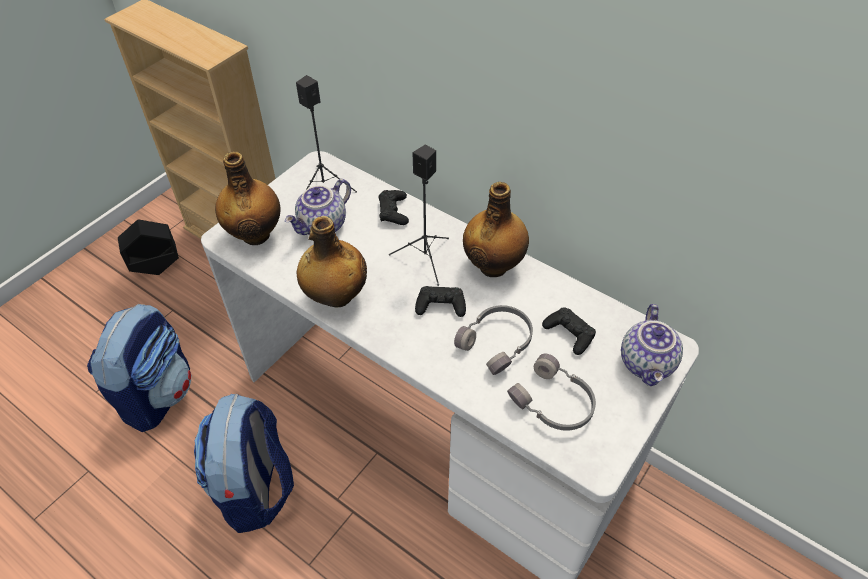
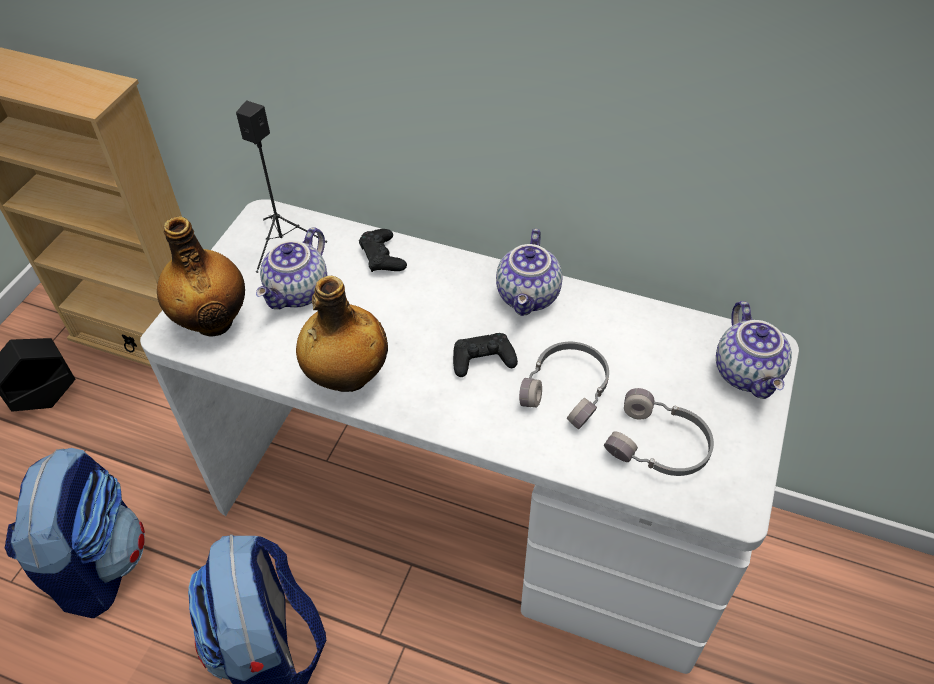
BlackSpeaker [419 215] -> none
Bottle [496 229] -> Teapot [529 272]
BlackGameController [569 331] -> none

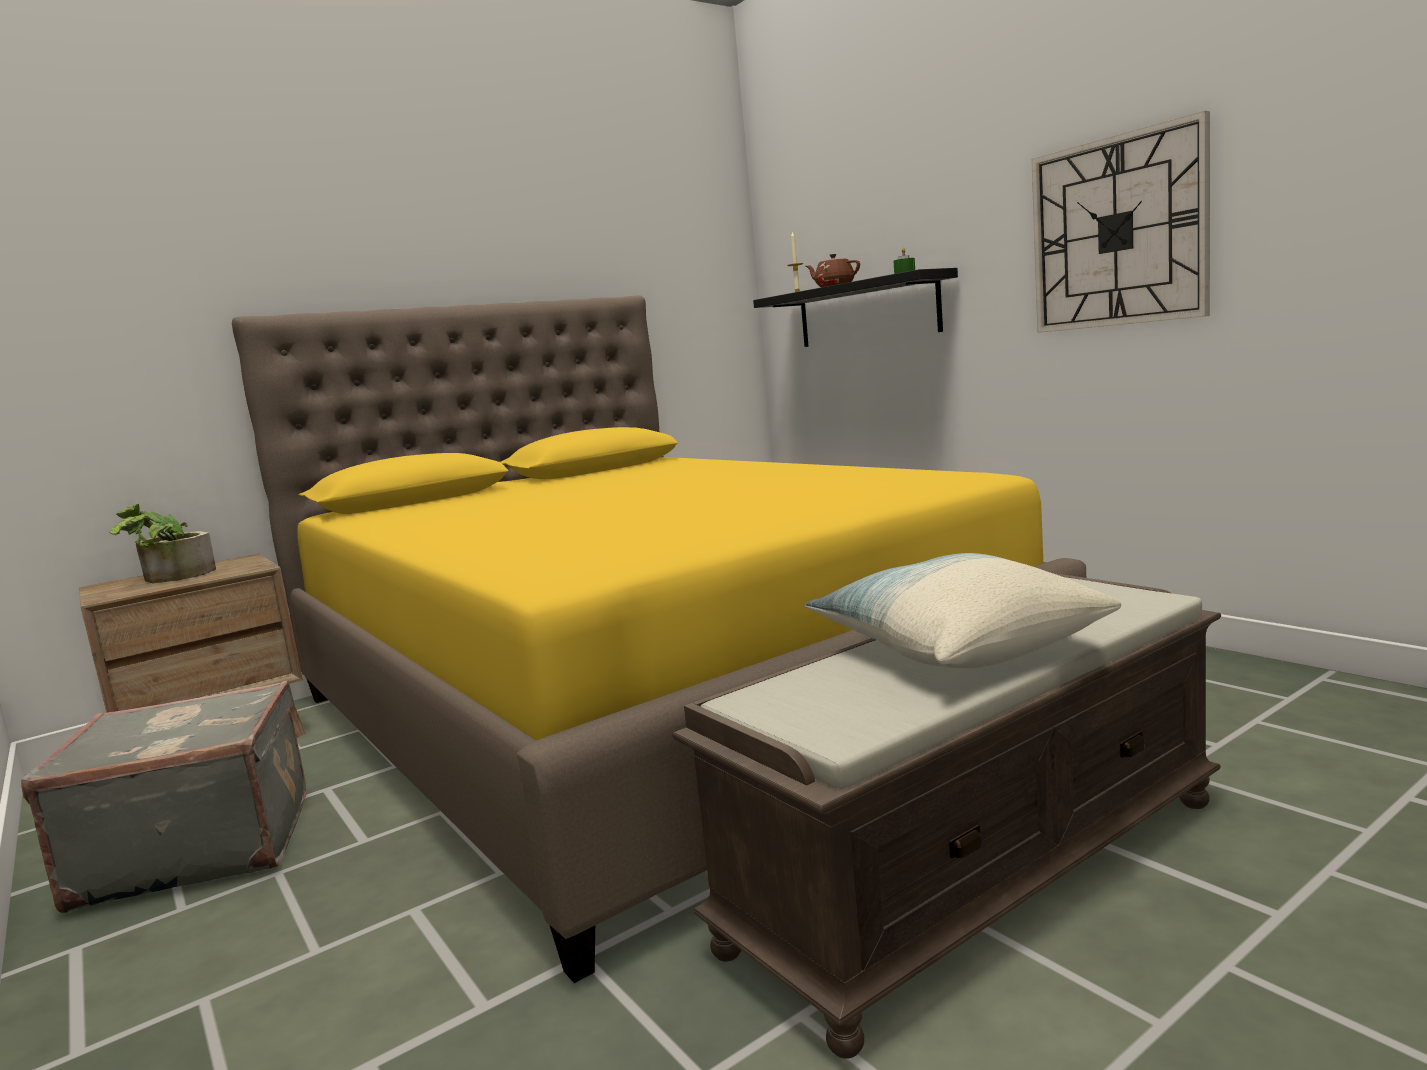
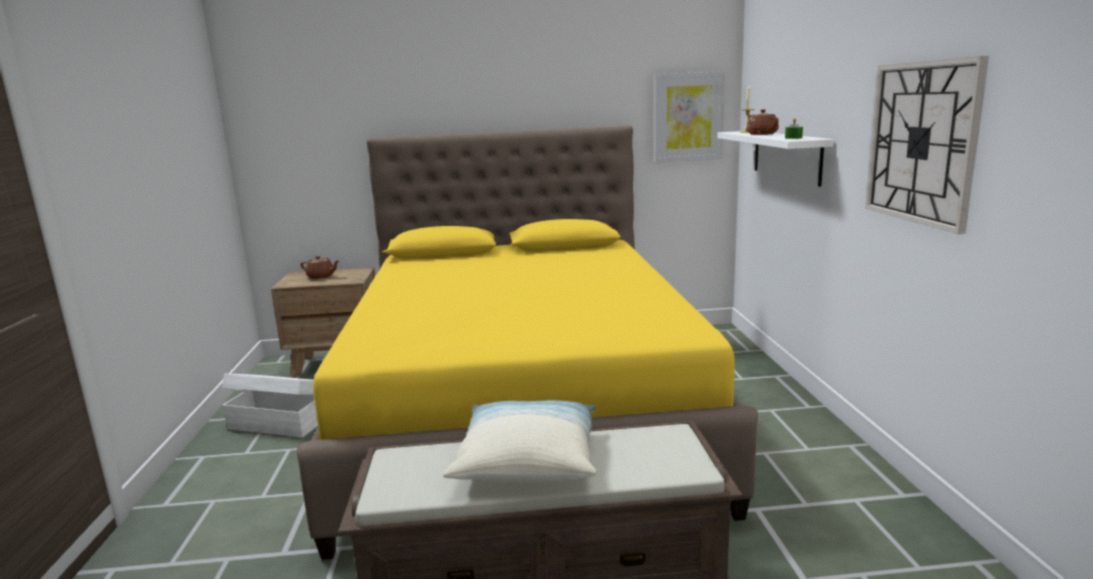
GreySuitcase [163 796] -> WhiteStorageBox [270 406]
PottedPlant [162 543] -> BrownTeapot [320 267]
BlackShelf [855 307] -> WhiteShelf [775 159]
none -> Picture [689 116]

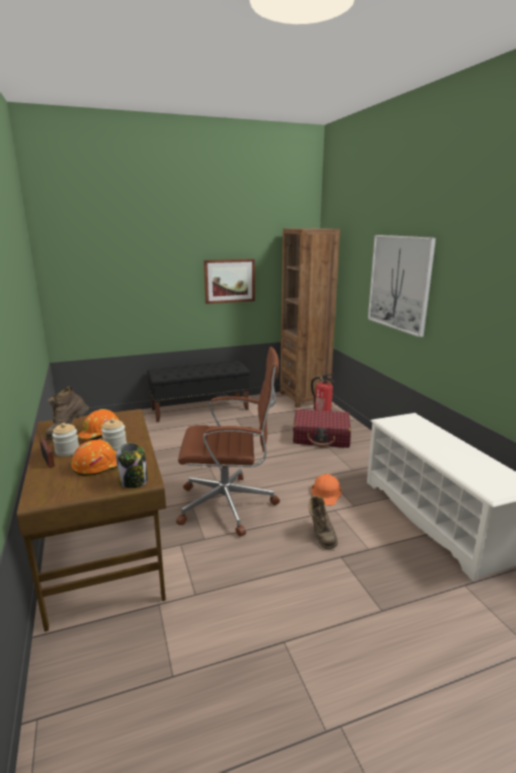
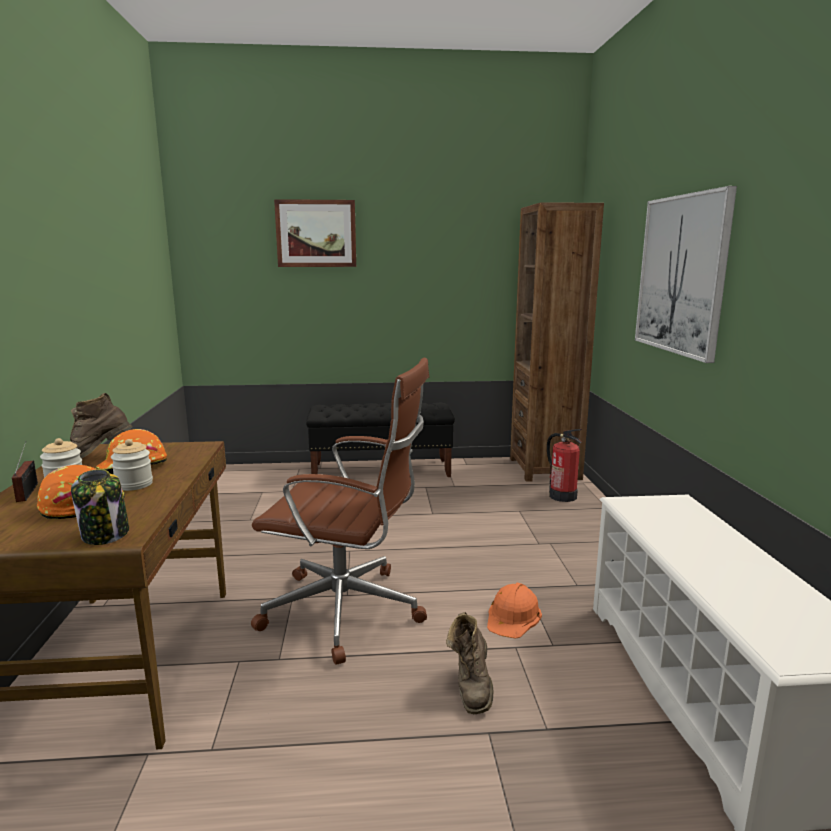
Picture [229 281] -> Picture [315 233], shifted
RedSuitcase [322 428] -> none

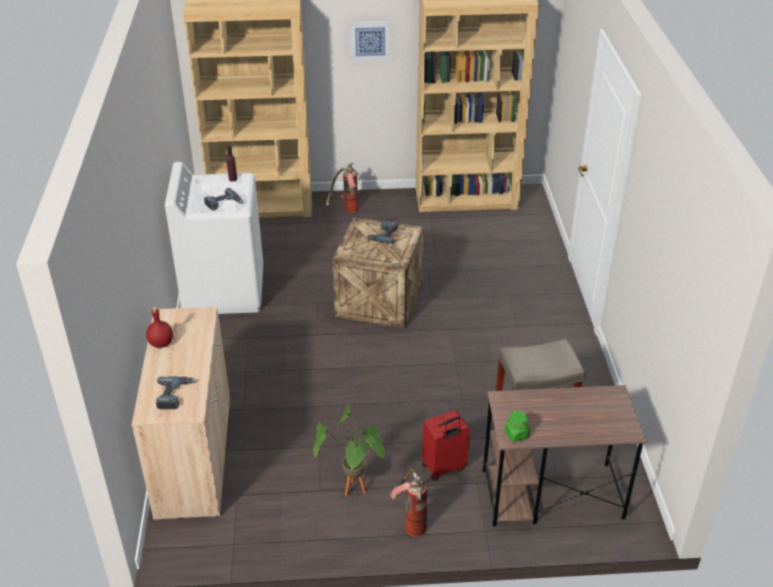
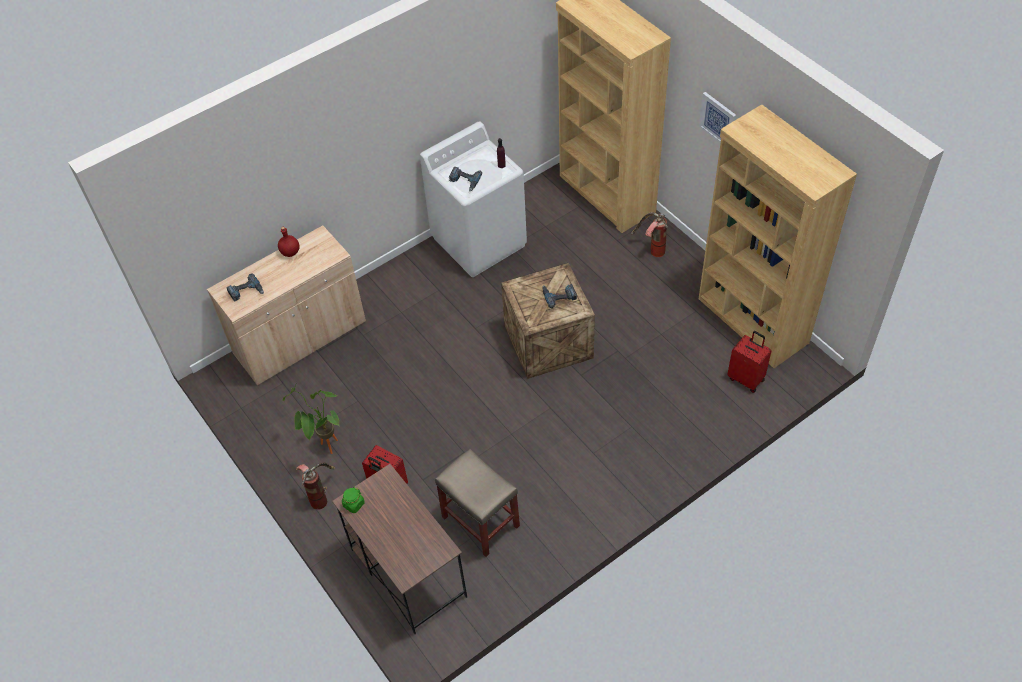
none -> RedSuitcase [749 362]

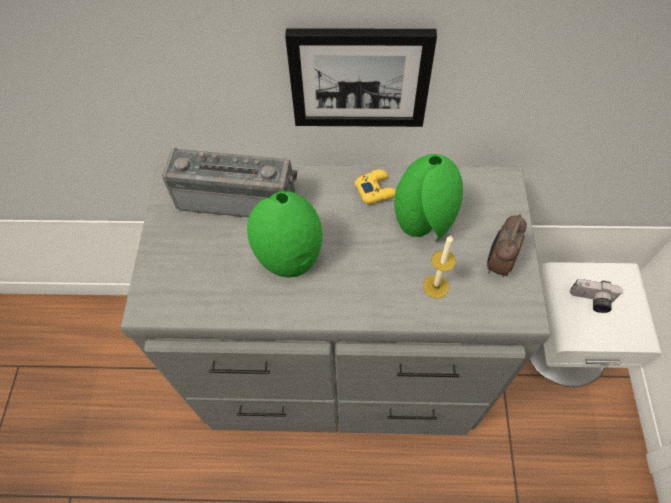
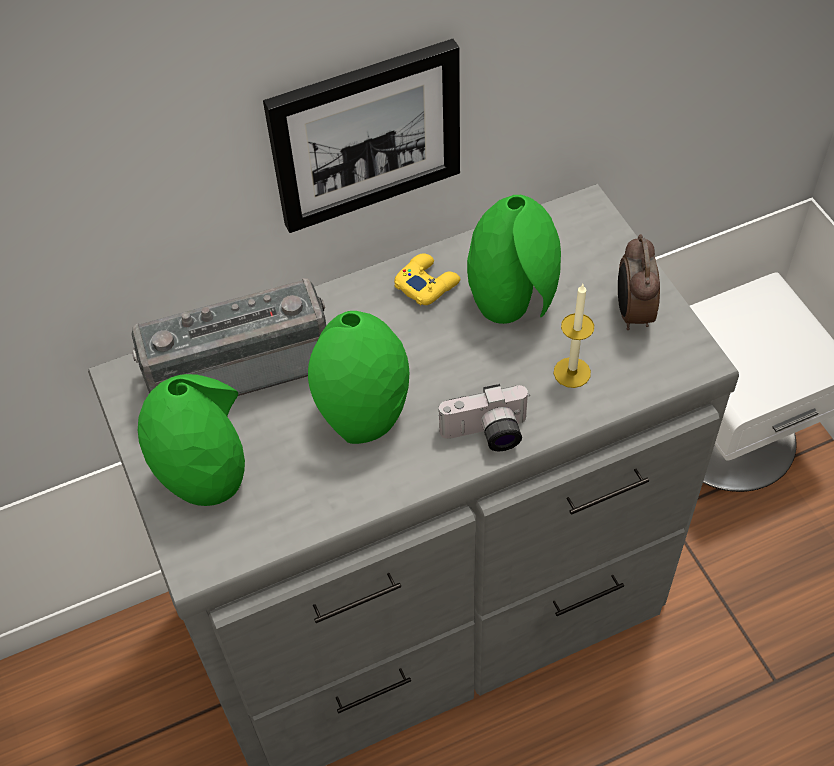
PhotoCamera [596 296] -> PhotoCamera [483 417], shifted
none -> GreenVase [191 440]

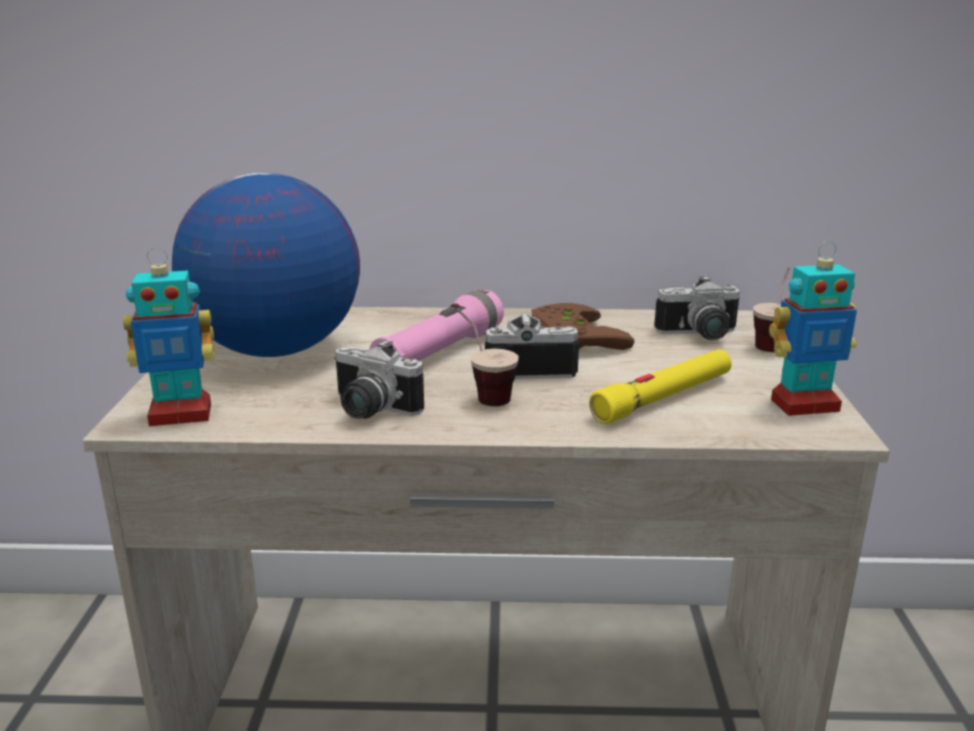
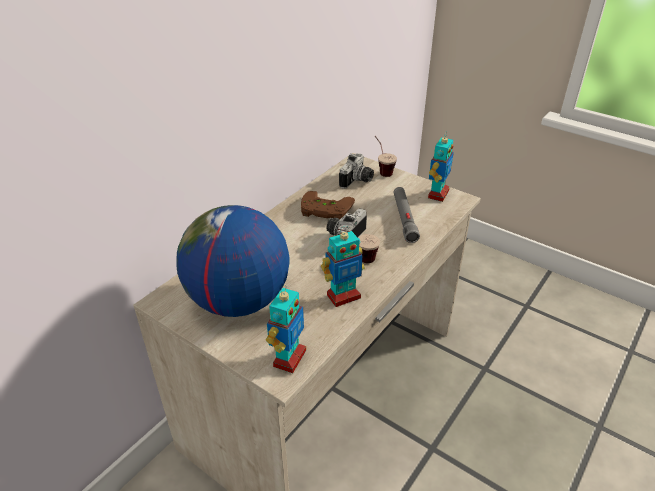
PhotoCamera [379 379] -> ToyRobot [343 266]
PinkFlashlight [437 325] -> none
YellowFlashlight [660 386] -> GreyFlashlight [407 215]

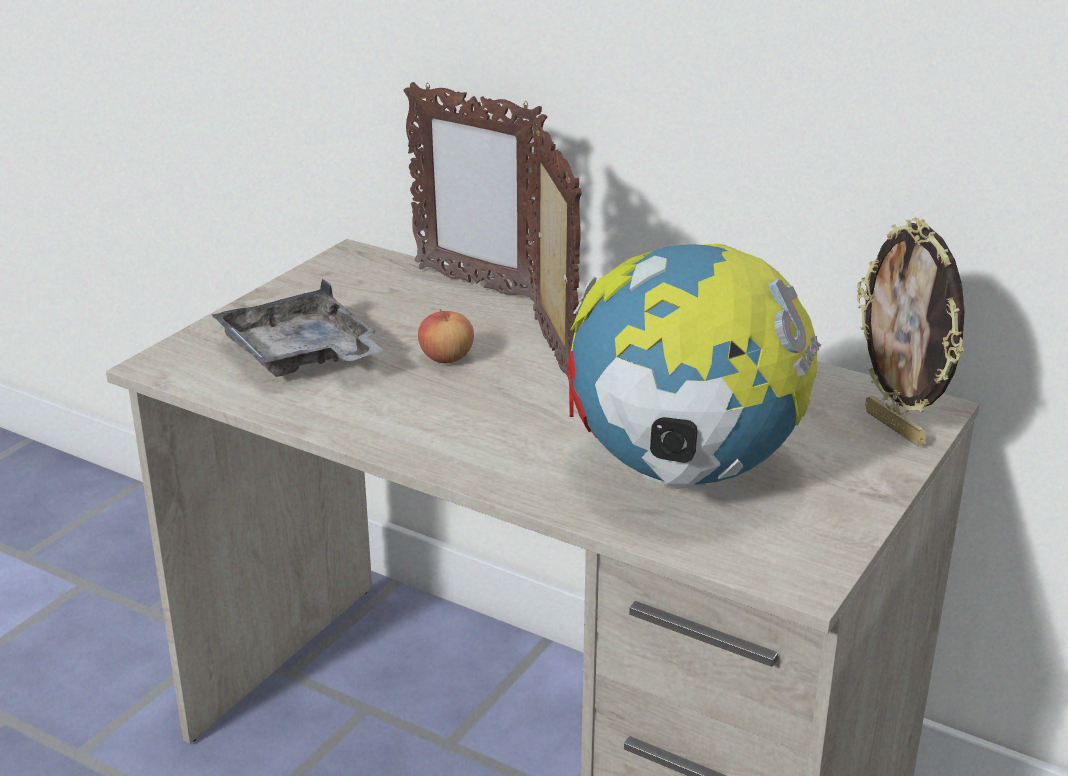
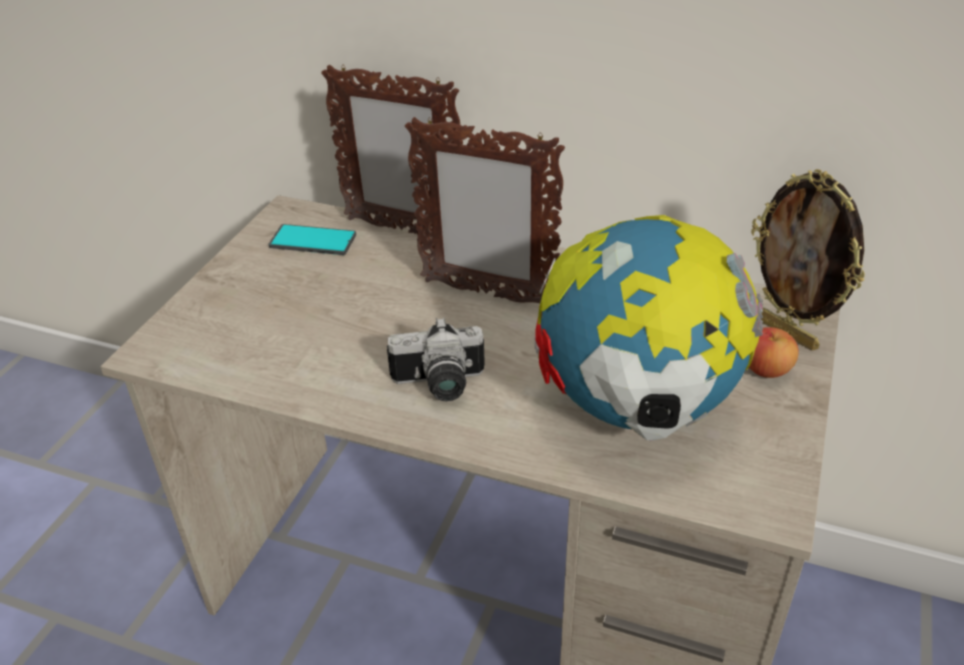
GreyTray [298 327] -> none
Apple [446 336] -> Apple [774 352], shifted
PictureFrame [557 249] -> PictureFrame [485 210], 135 degrees clockwise
none -> Phone [312 239]
none -> PhotoCamera [436 359]

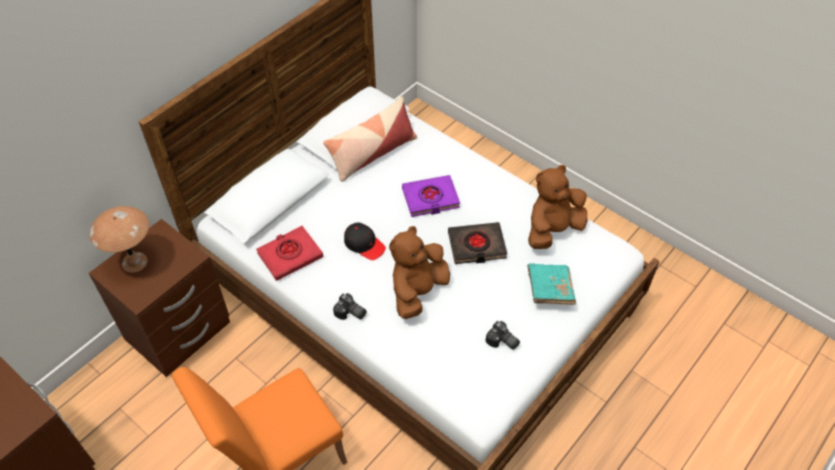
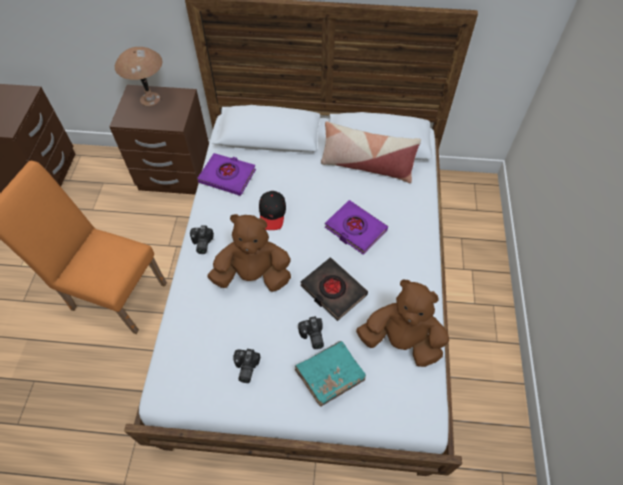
RedBook [289 253] -> PurpleBook [226 174]
none -> PhotoCamera [311 332]

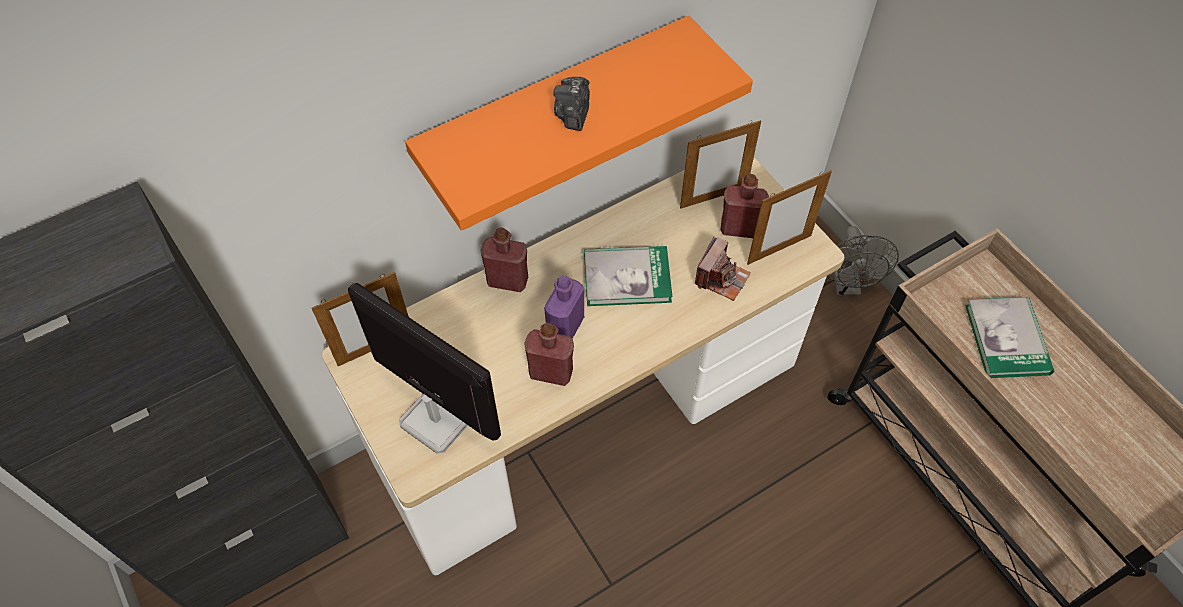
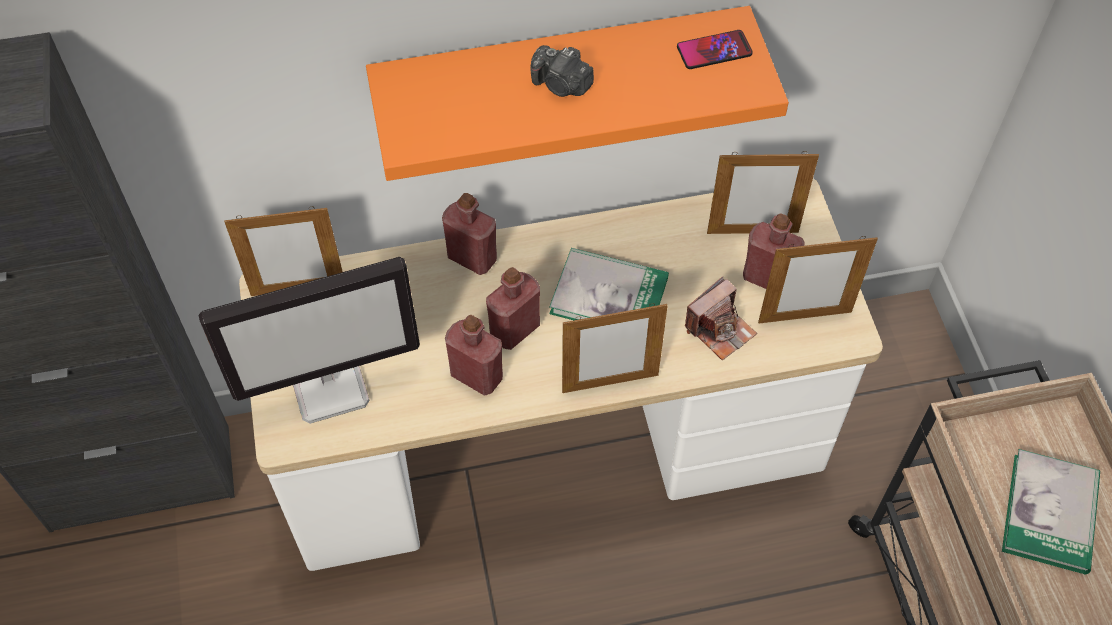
Monitor [424 368] -> Monitor [309 340], 105 degrees clockwise
PurpleBottle [564 307] -> RedBottle [513 308]
PhotoCamera [571 103] -> PhotoCamera [562 71], 90 degrees counterclockwise
GreyFan [863 261] -> none
none -> PictureFrame [615 348]
none -> Phone [715 49]

